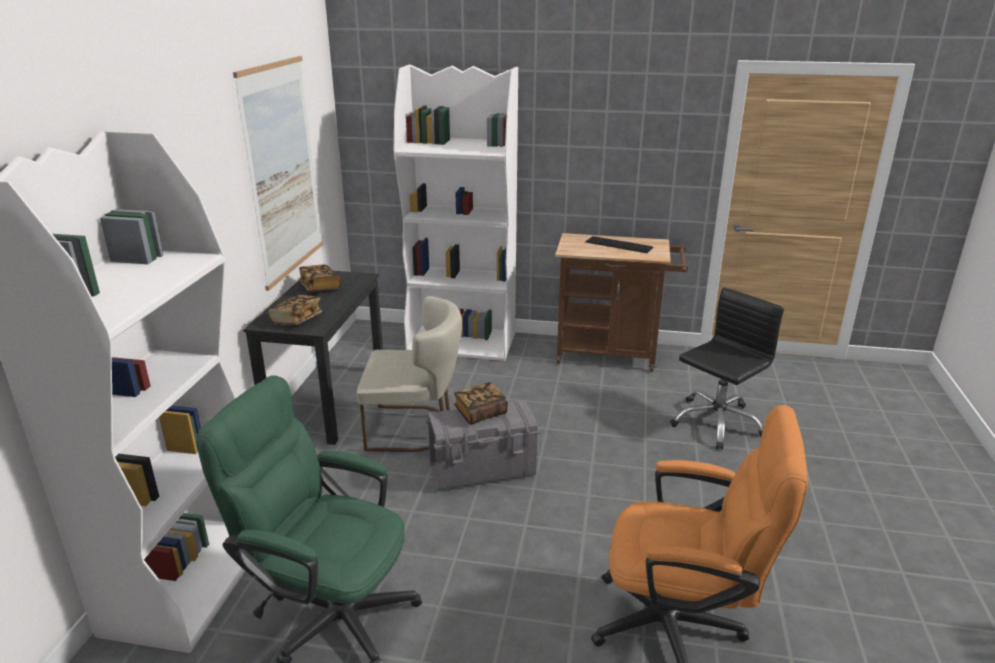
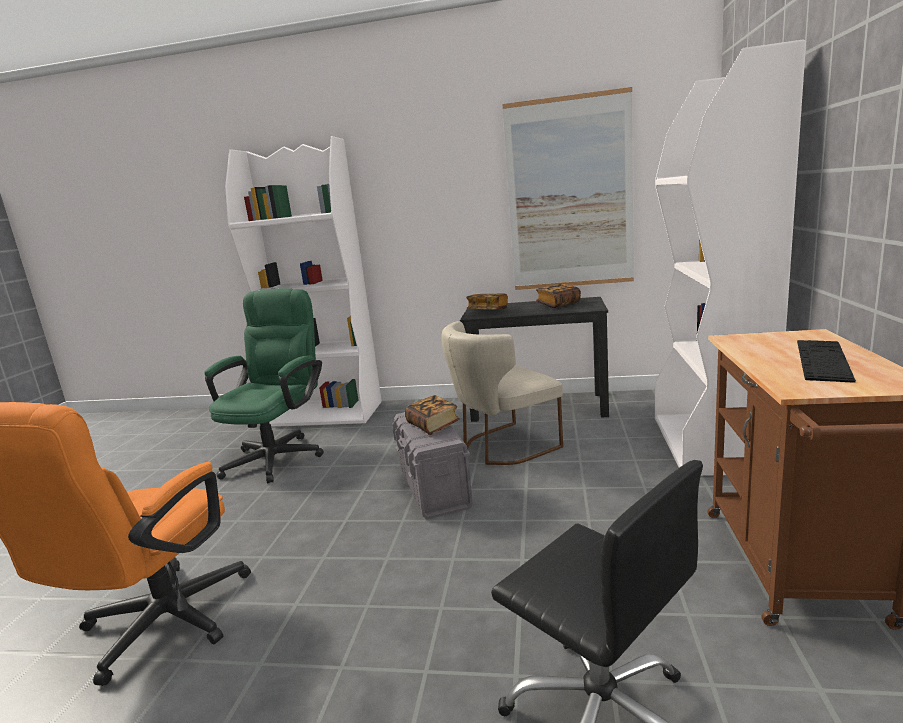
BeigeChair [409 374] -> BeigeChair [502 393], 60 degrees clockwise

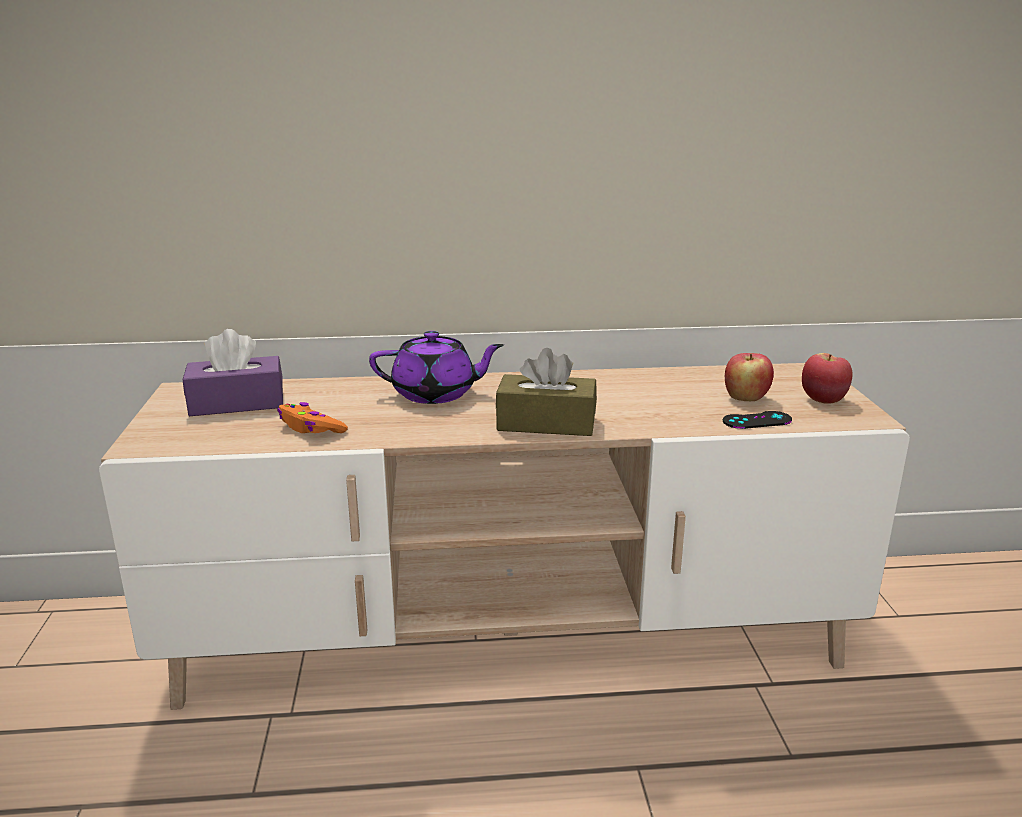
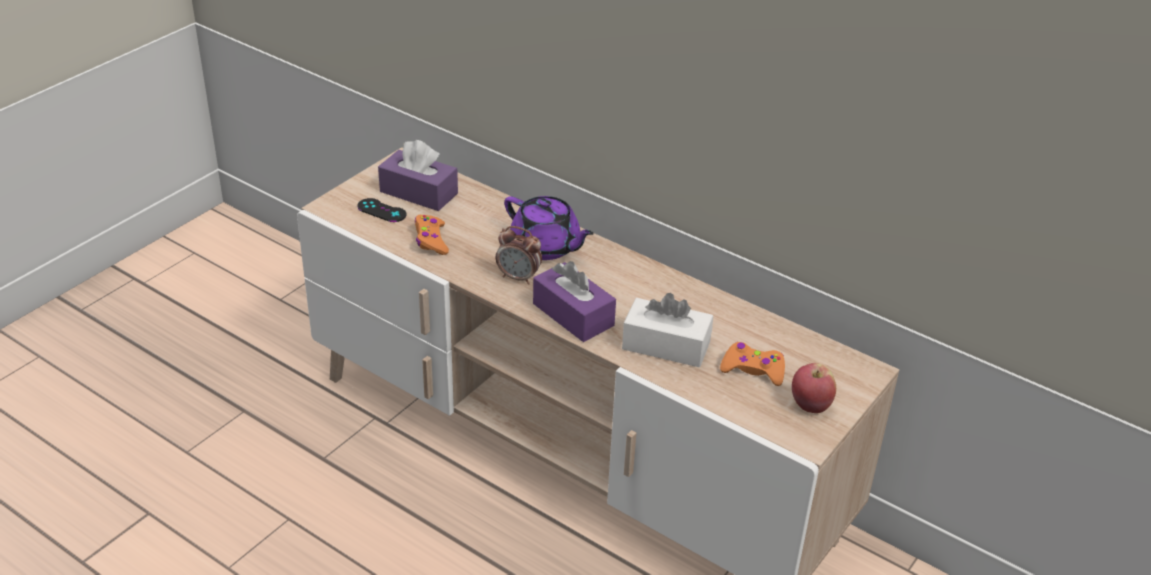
BrownTissueBox [546 392] -> PurpleTissueBox [574 301]
BlackGameController [757 420] -> BlackGameController [382 210], shifted
Apple [749 377] -> OrangeGameController [752 364]
none -> AlarmClock [519 255]
none -> WhiteTissueBox [667 330]

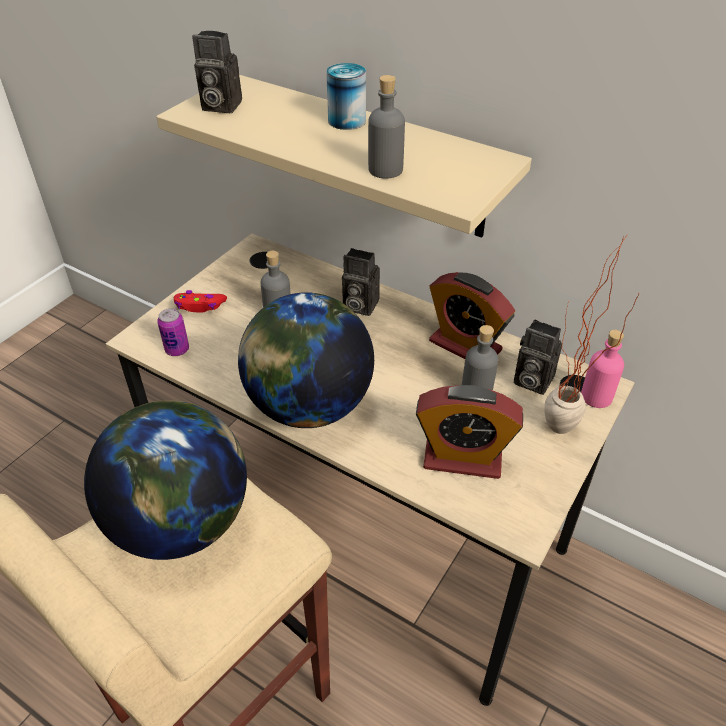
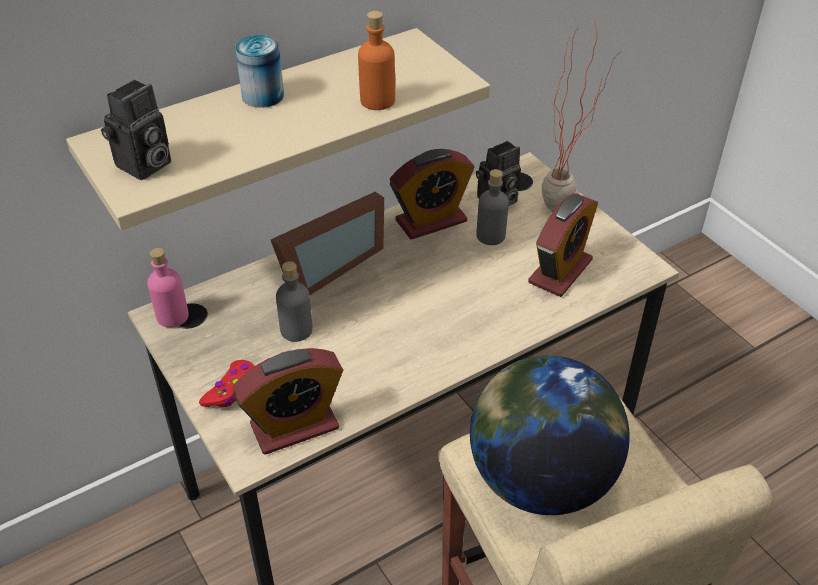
Can [173 332] -> AlarmClock [288 401]
Globe [306 360] -> none
PhotoCamera [361 282] -> PictureFrame [327 243]
GreyBottle [386 127] -> OrangeBottle [376 60]
PinkBottle [602 369] -> PinkBottle [168 288], shifted

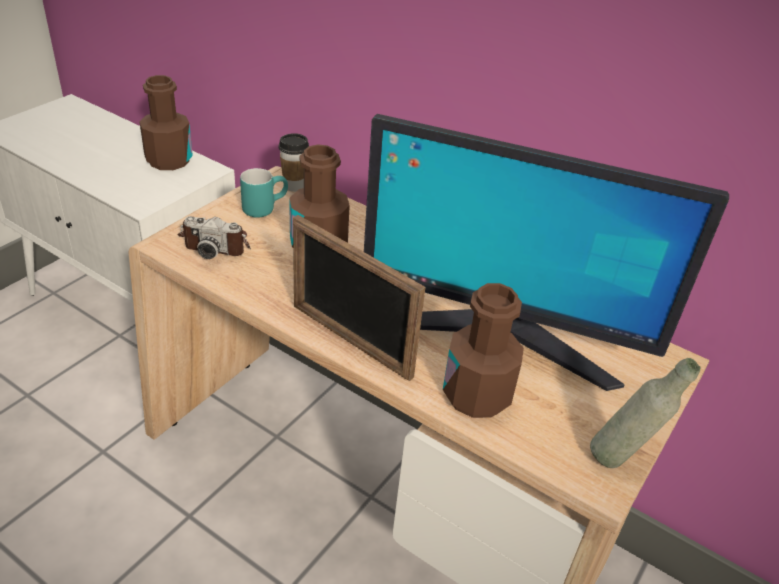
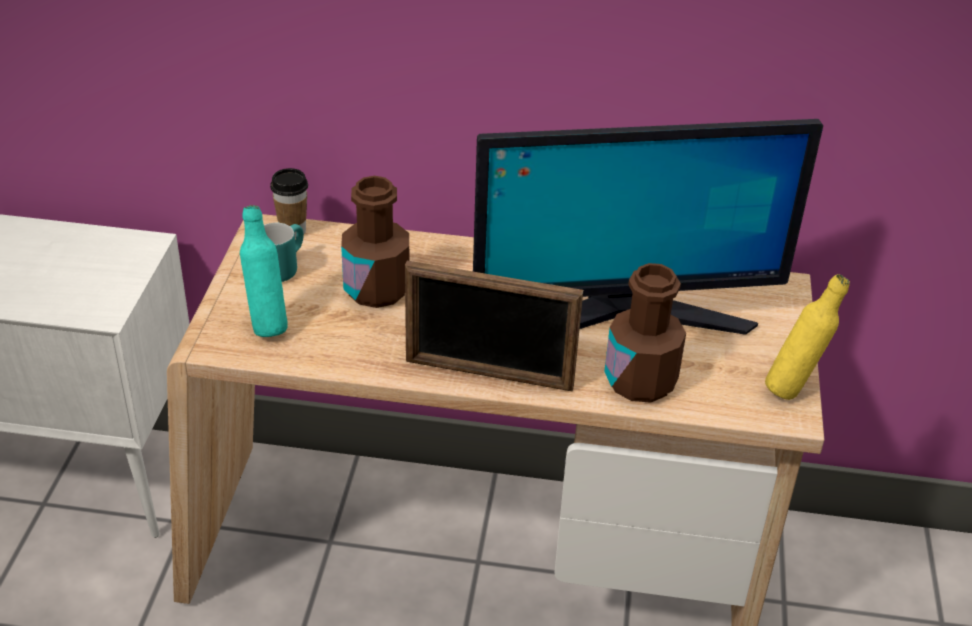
BrownBottle [166 122] -> none
PhotoCamera [214 237] -> TurquoiseBottle [264 271]
GreyBottle [645 413] -> YellowBottle [807 337]

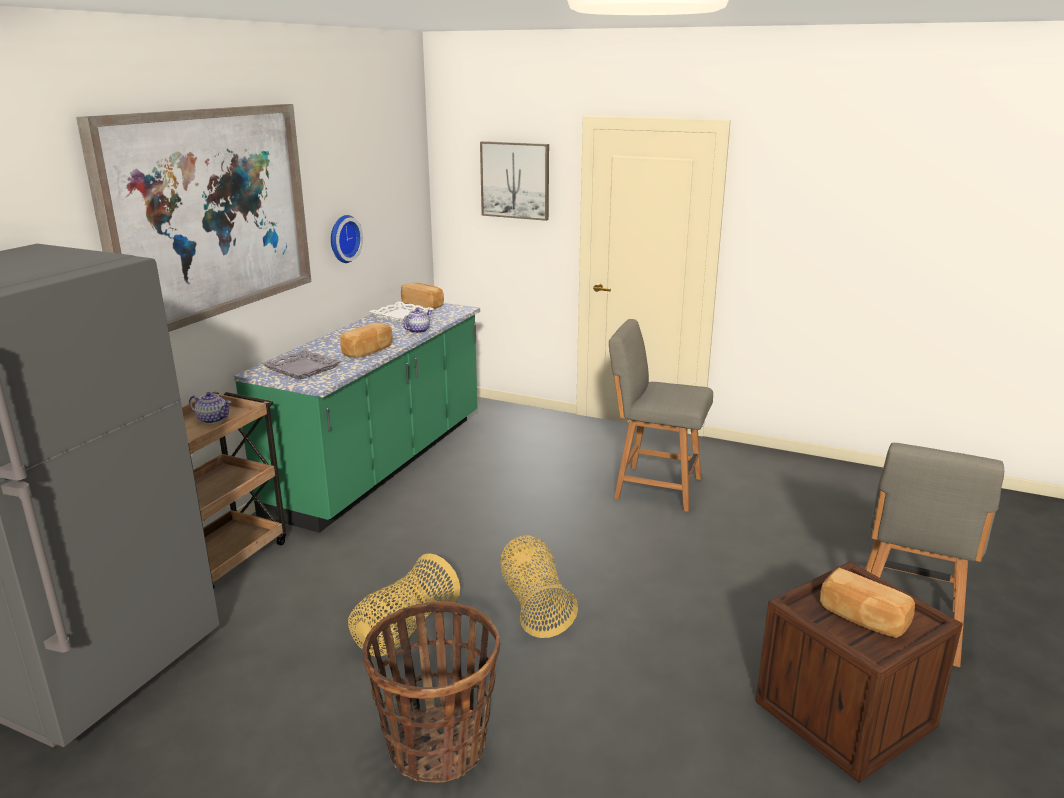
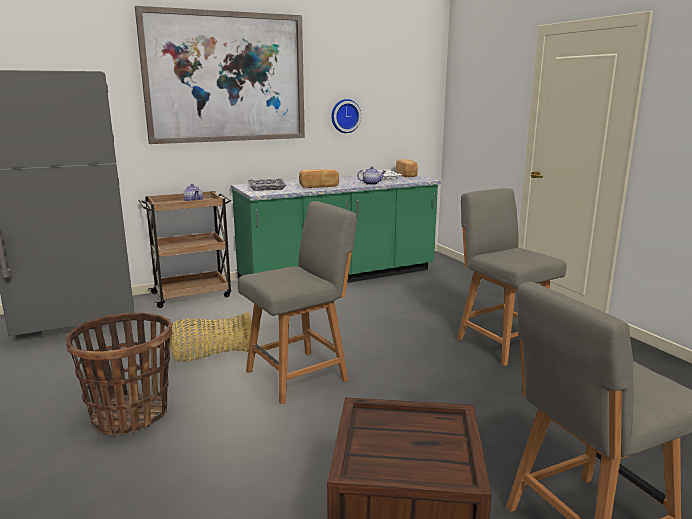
Picture [514 181] -> none
Basket [539 587] -> GreyChair [297 302]
Bread [867 603] -> none

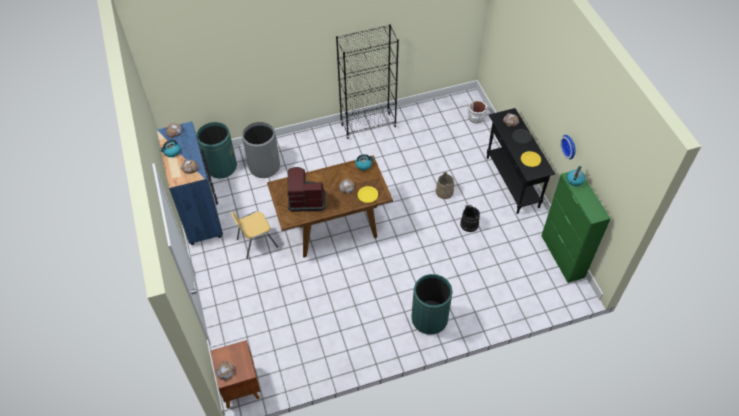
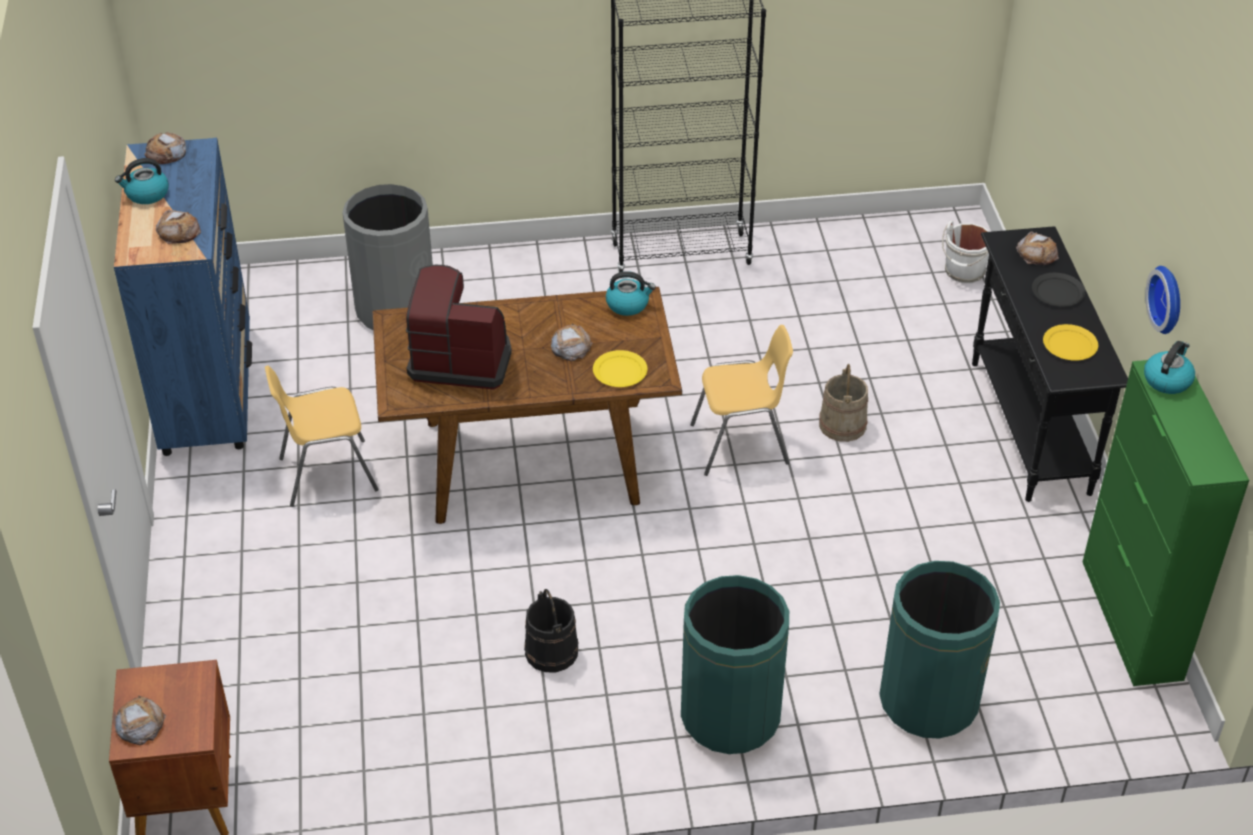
GreenTrashCan [216 150] -> GreenTrashCan [939 650], shifted
BlackBucket [470 218] -> BlackBucket [551 631], shifted
none -> YellowChair [741 400]

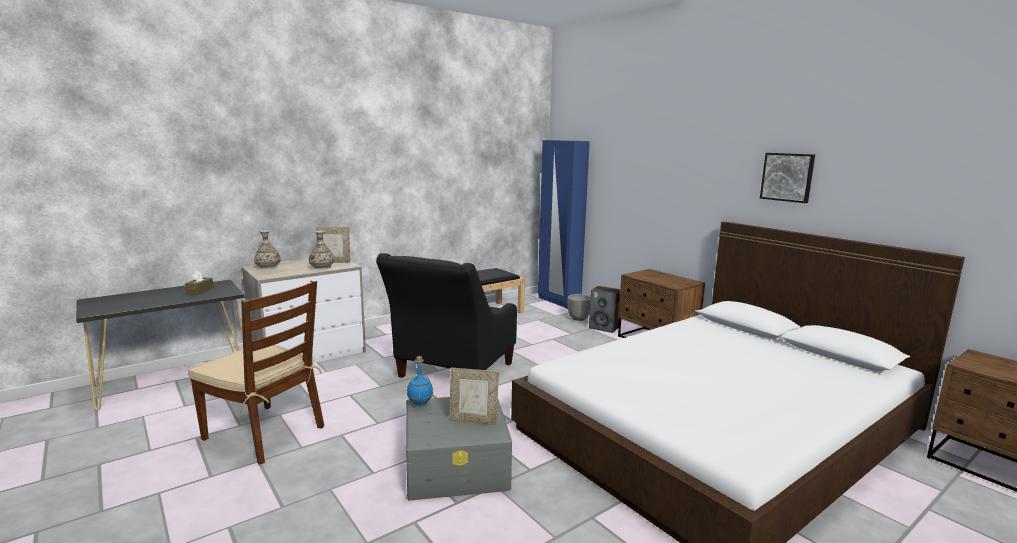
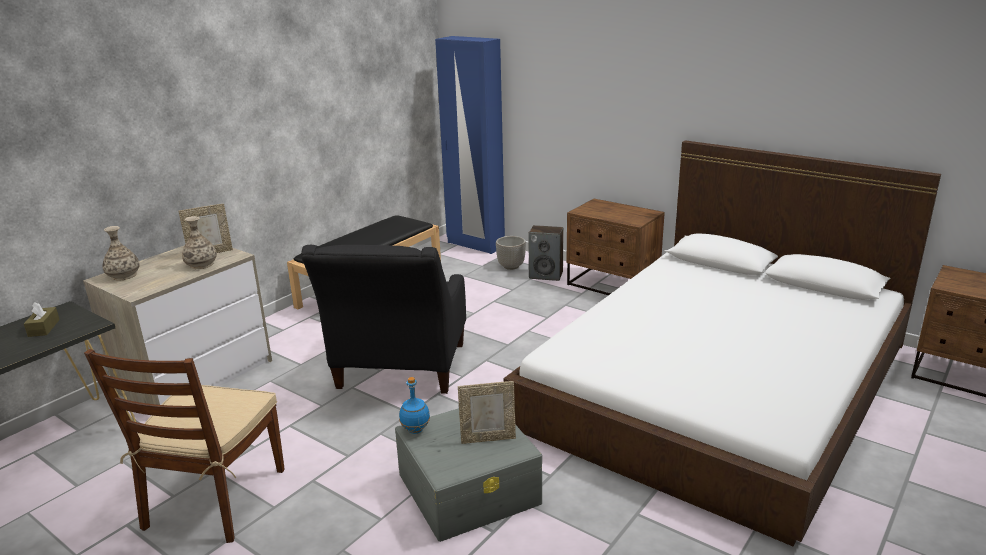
BrownChair [256 372] -> BrownChair [184 446], 90 degrees clockwise
Picture [787 178] -> none

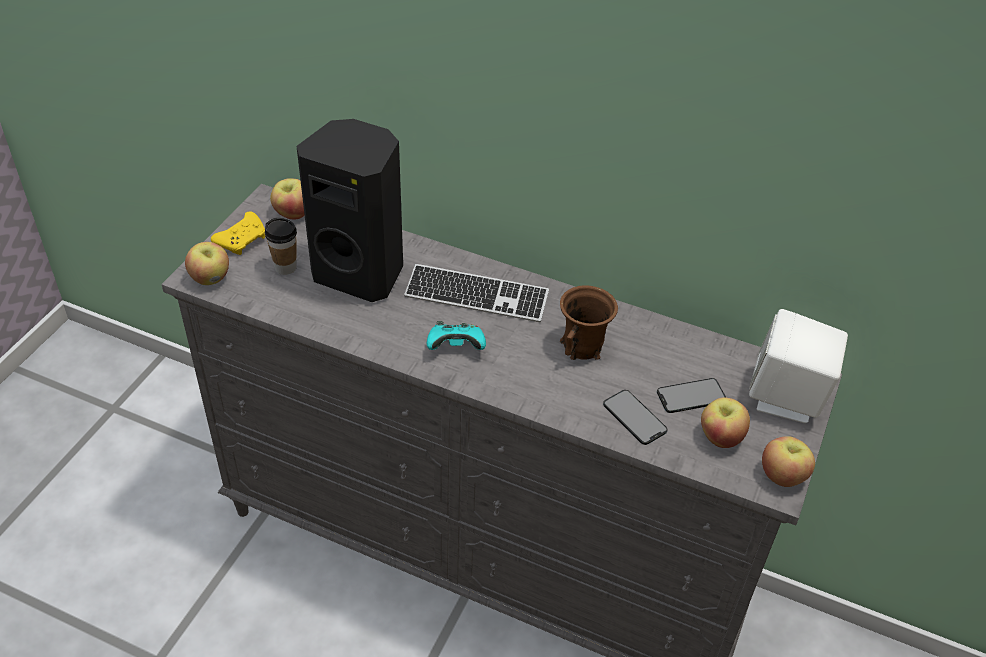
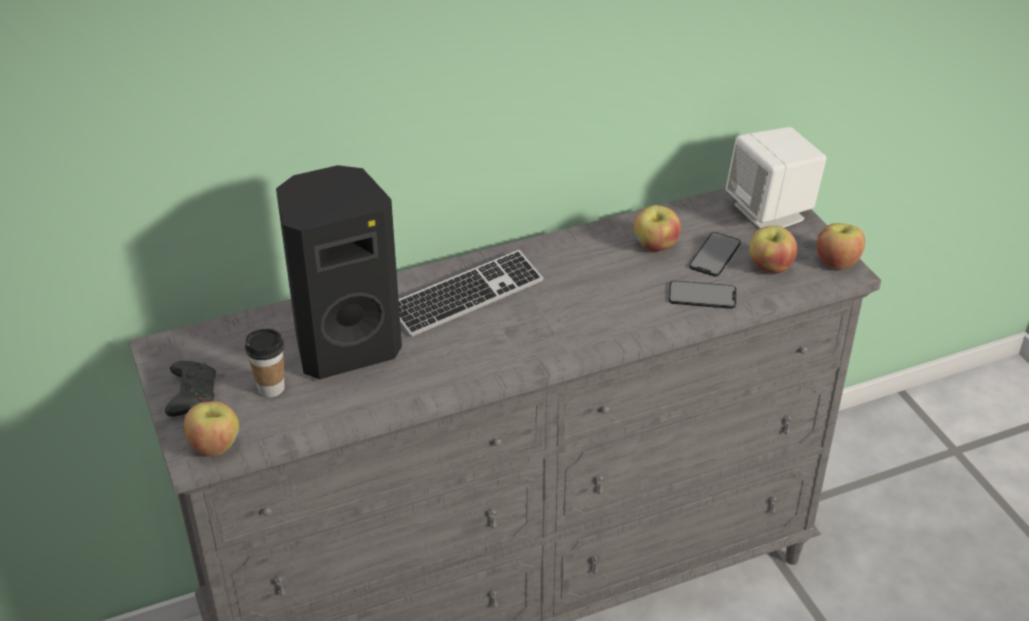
YellowGameController [238 233] -> BlackGameController [190 389]
Apple [287 198] -> Apple [657 228], shifted
TurquoiseGameController [456 335] -> none
BrownMug [589 322] -> none

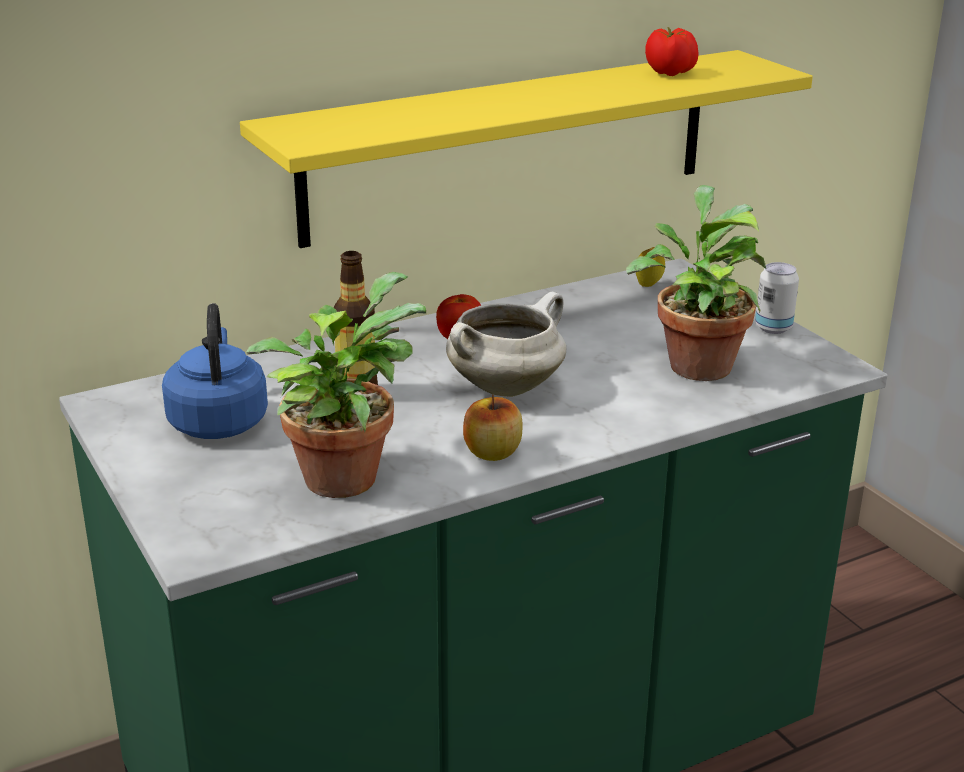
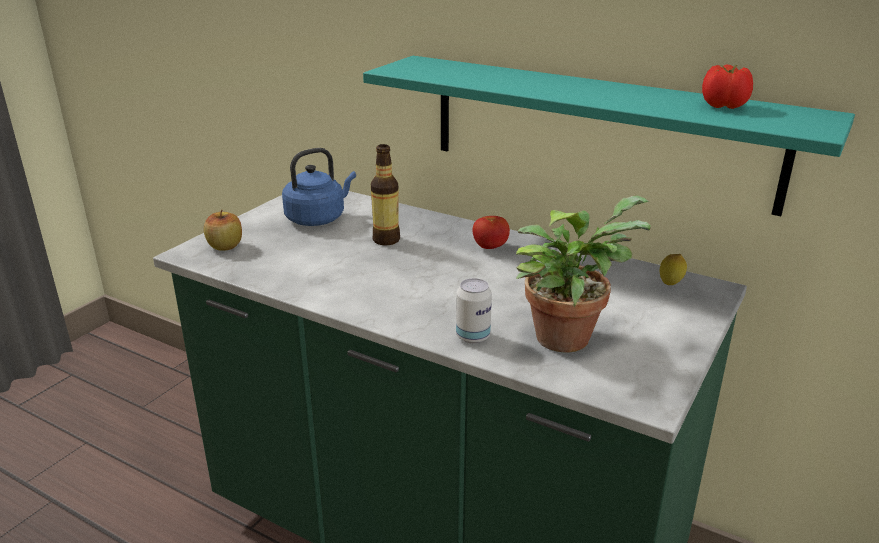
YellowShelf [526 149] -> TurquoiseShelf [609 136]
PottedPlant [336 385] -> none
WhiteCookingPot [506 344] -> none
Apple [492 427] -> Apple [223 230], shifted
Can [777 298] -> Can [474 311], shifted

